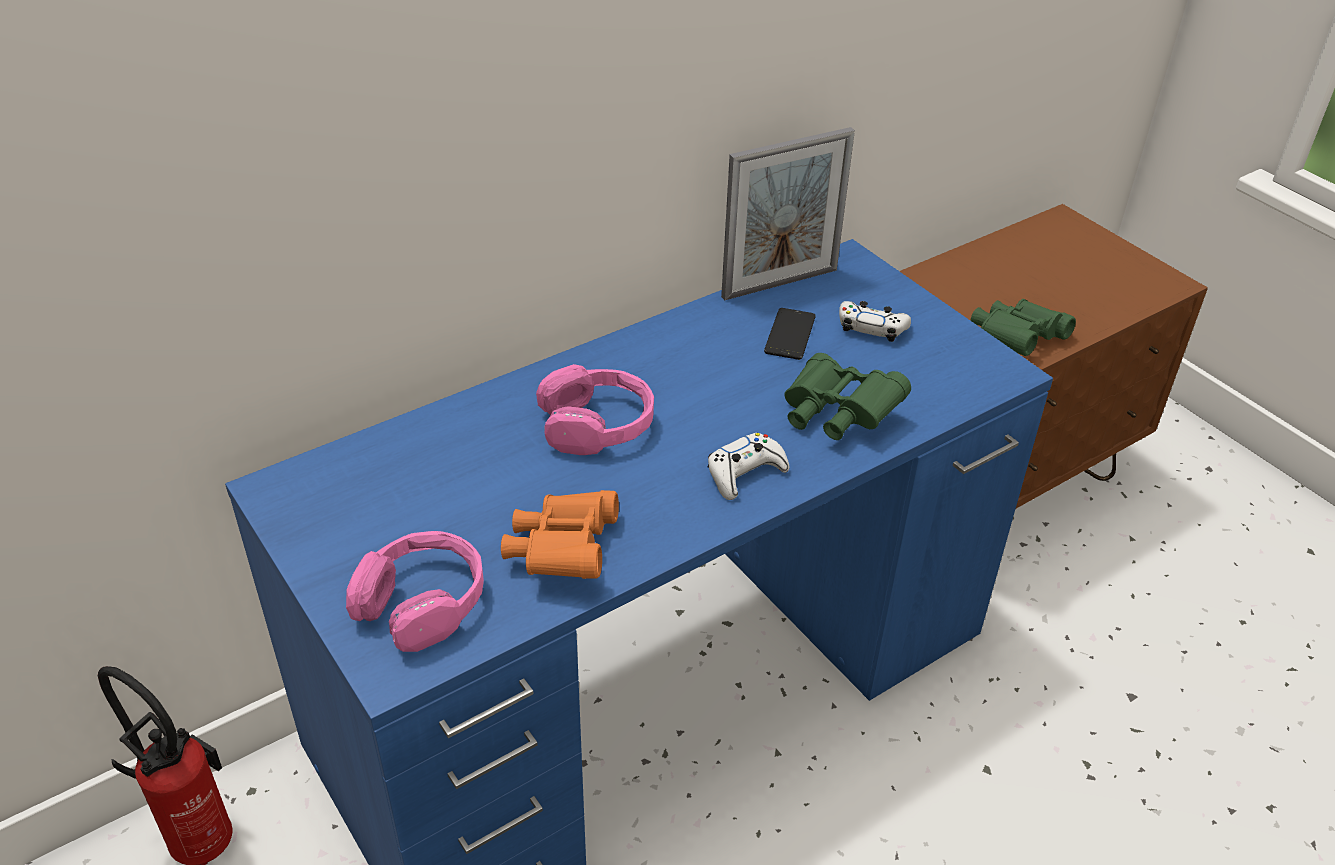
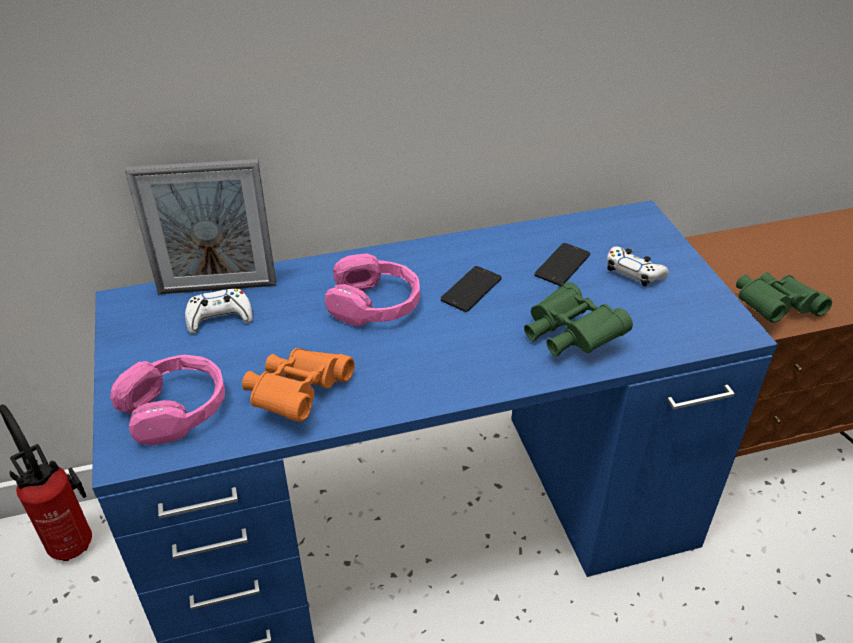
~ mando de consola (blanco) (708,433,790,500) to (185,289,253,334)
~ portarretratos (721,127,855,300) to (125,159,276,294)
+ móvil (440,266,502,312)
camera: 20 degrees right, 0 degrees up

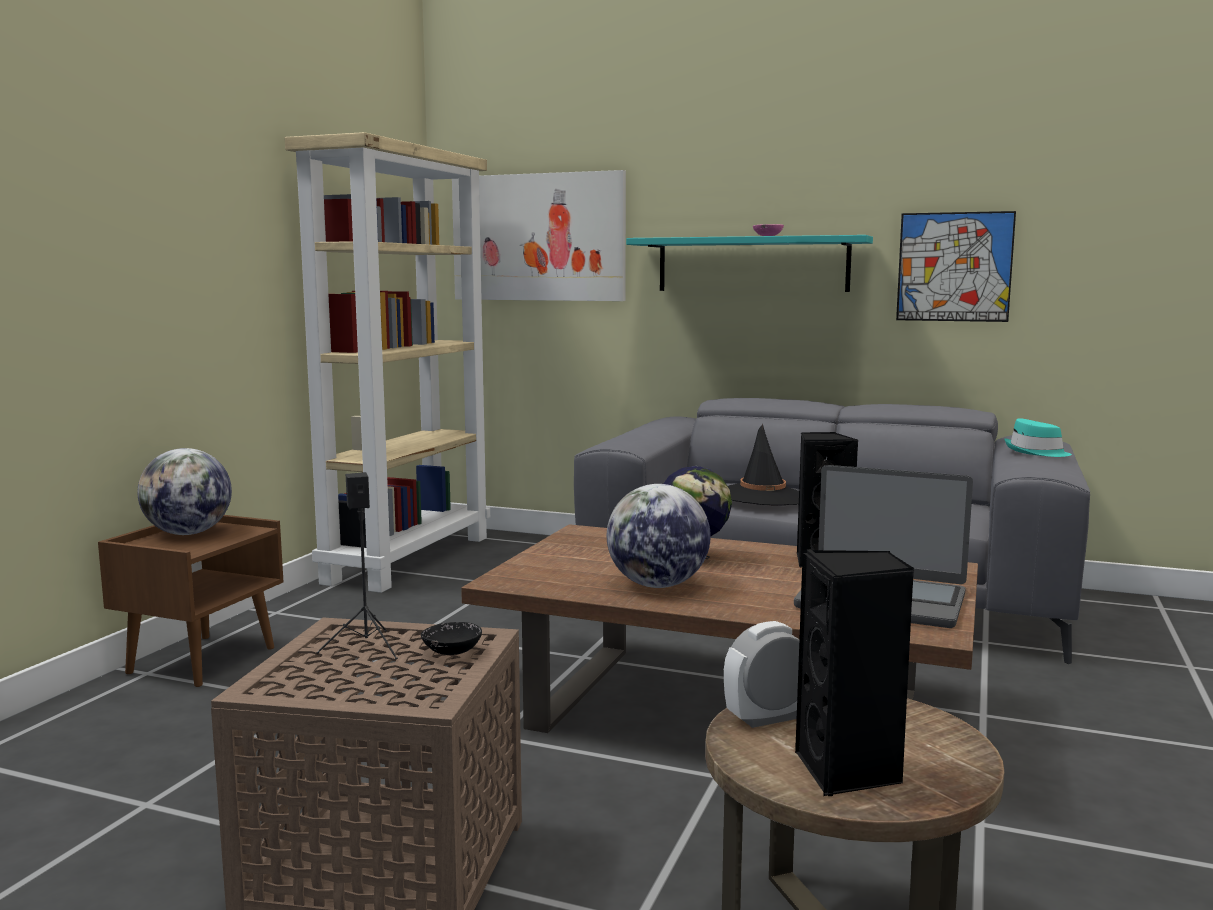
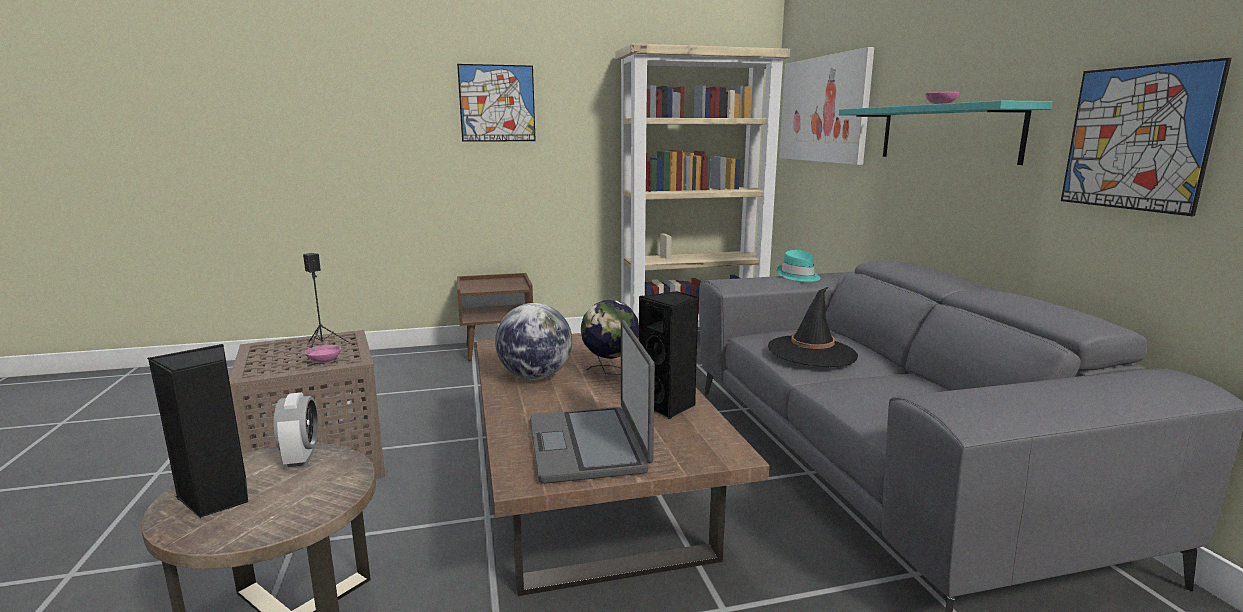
- globo terráqueo (137,448,232,535)
~ cuenco (negro) (421,622,482,655) to cuenco (rosa) (305,345,341,363)
~ despertador (724,621,799,728) = (273,393,318,467) 45 degrees clockwise
~ sombrero (turquesa) (1004,418,1072,457) to (777,250,821,282)
+ cuadro (457,64,536,142)
camera: 55 degrees right, 5 degrees up

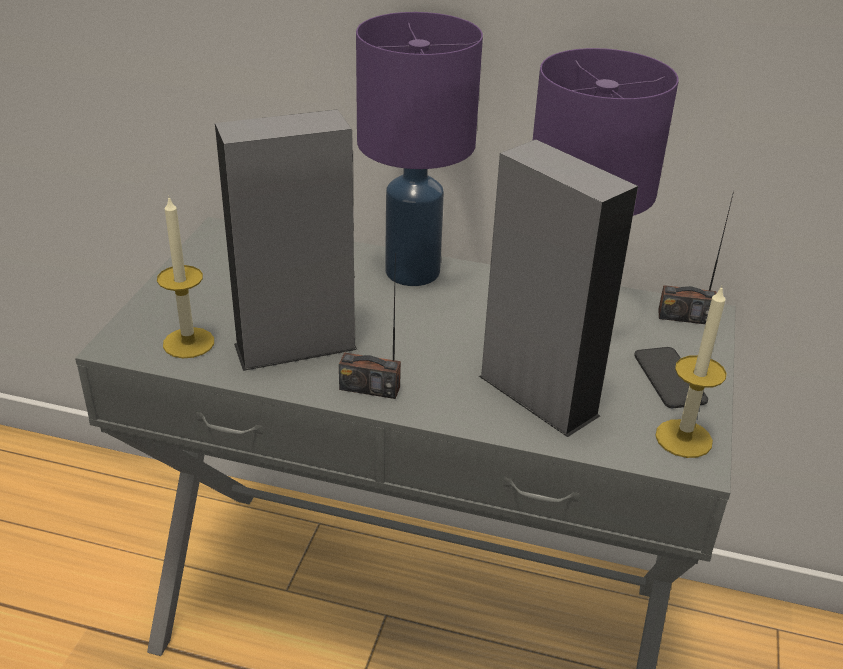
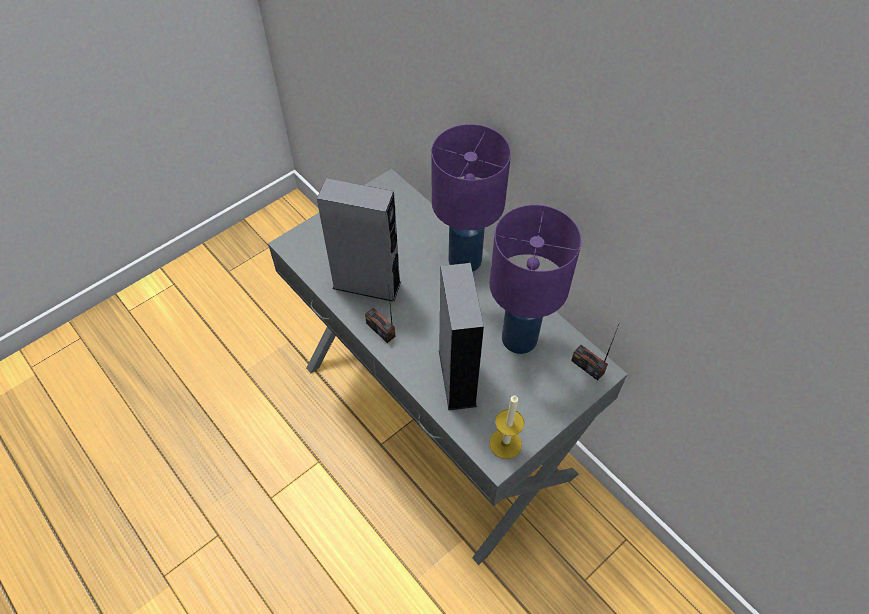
- vela (157,195,214,358)
- móvil (634,347,708,408)
camera: 35 degrees right, 20 degrees up

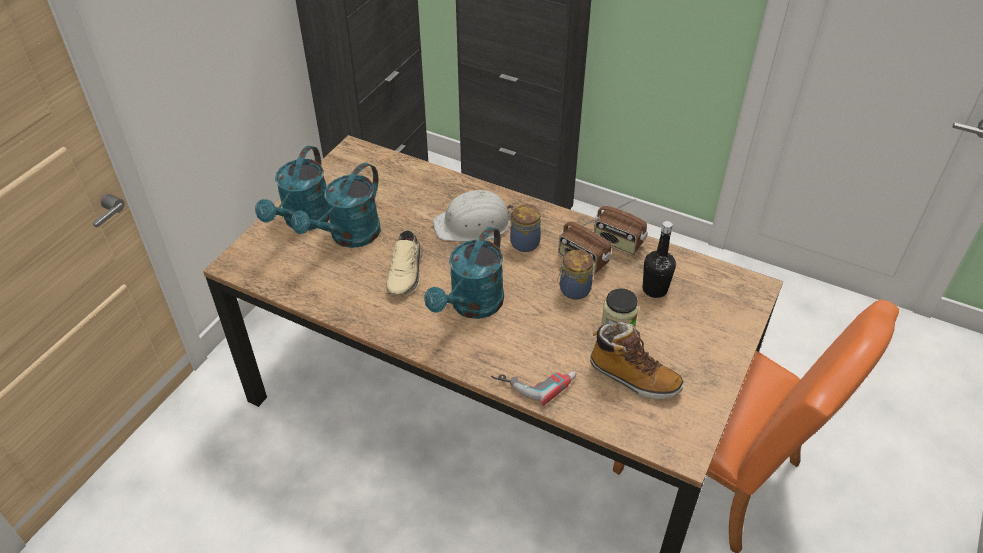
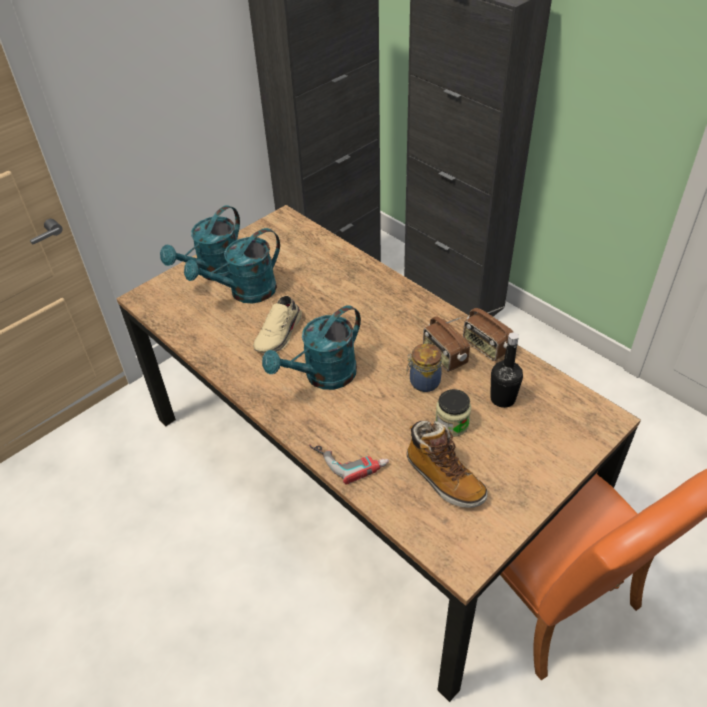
- casco (blanco) (433,190,514,242)
- tarro (510,204,541,252)
camera: 20 degrees right, 0 degrees up

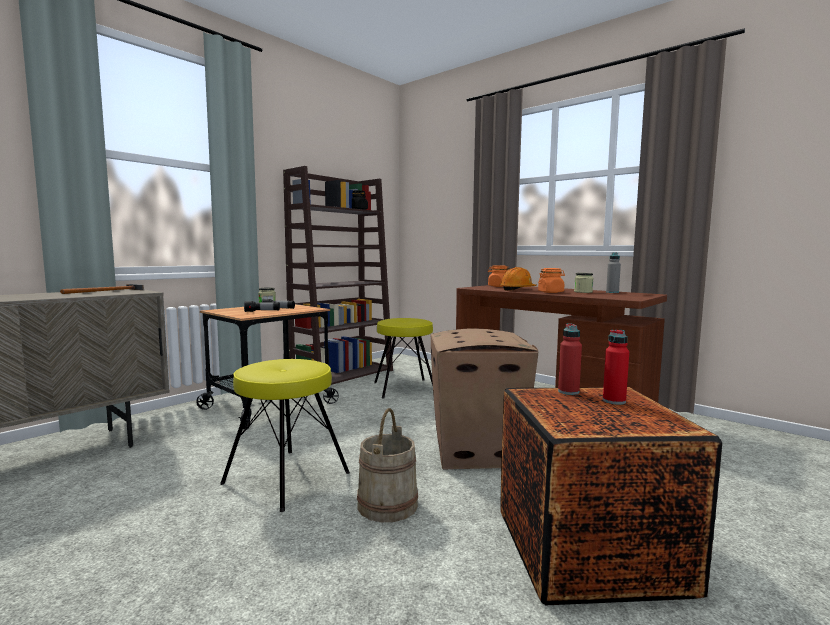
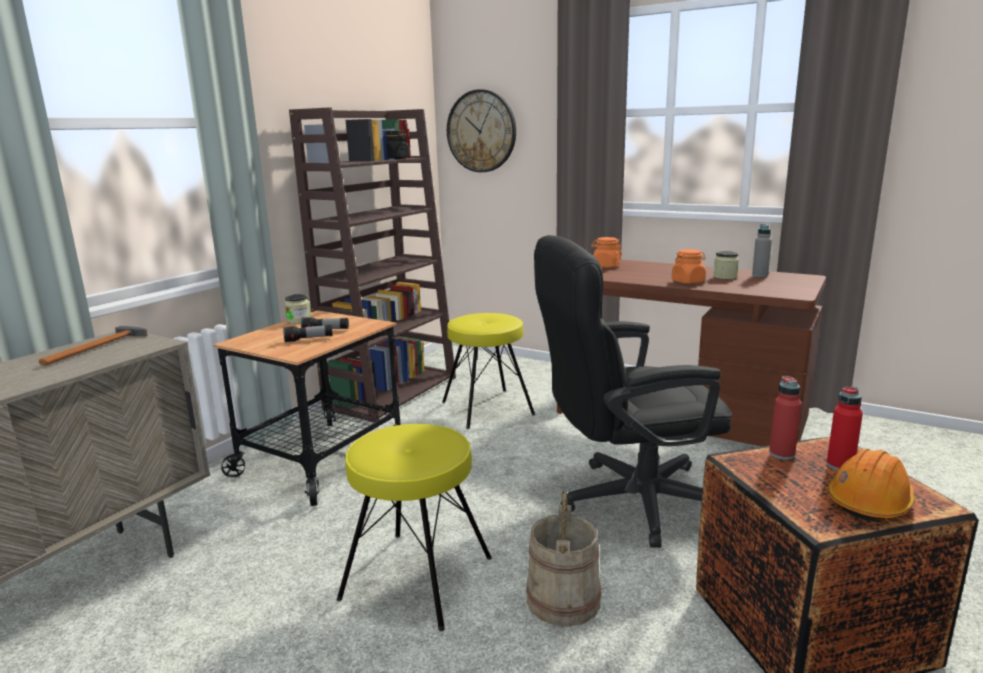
~ caja de cartón (431,328,538,469) to silla de oficina (negro) (534,235,733,548)
~ casco (naranja) (499,267,537,291) to (828,449,916,521)
+ reloj de pared (447,89,516,173)
camera: 10 degrees left, 10 degrees up

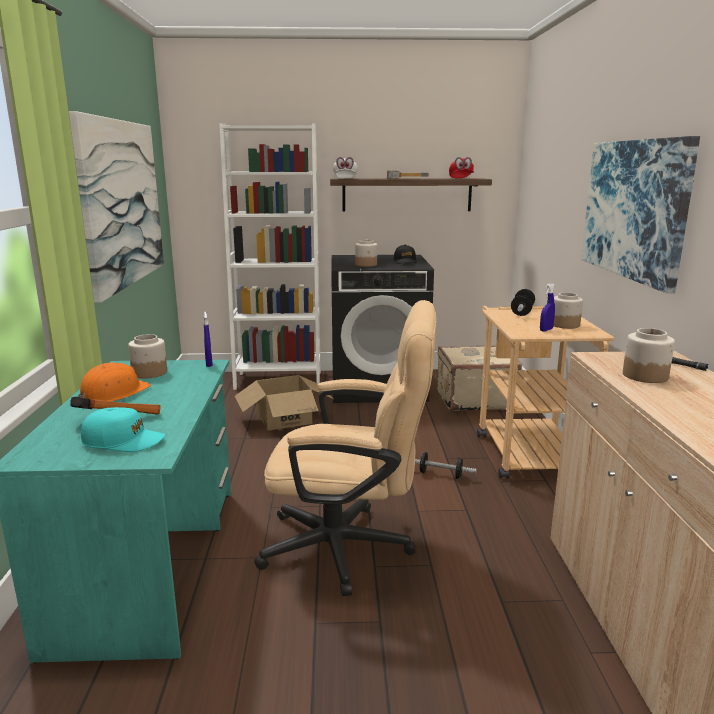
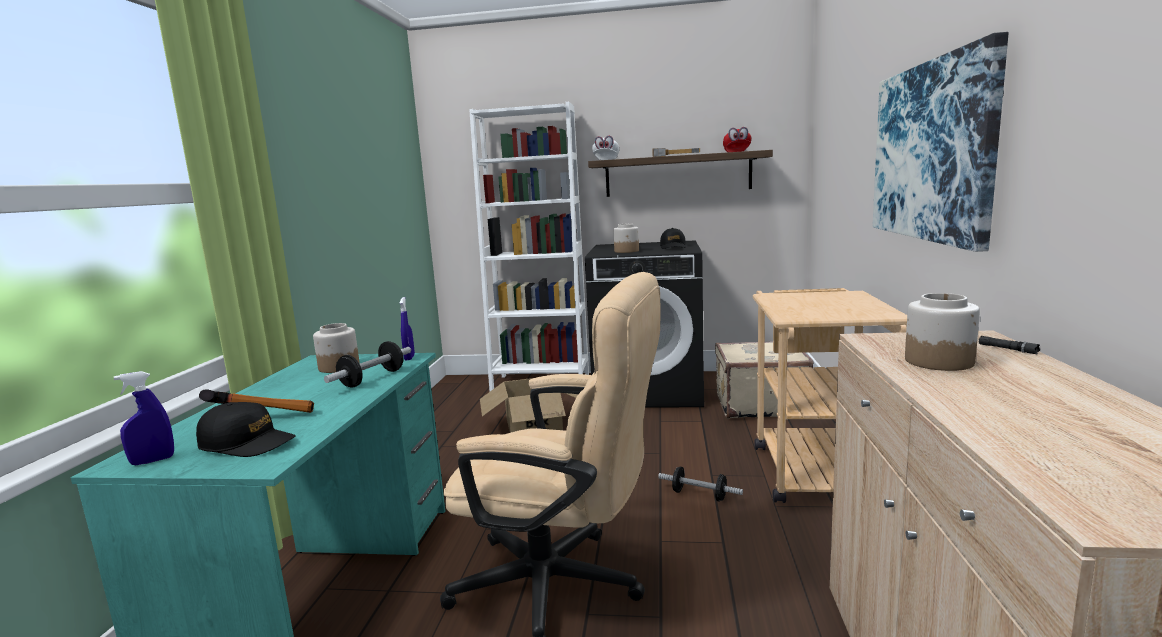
- cuadro (69,111,164,303)
- casco (naranja) (78,363,151,402)
~ gorra (turquesa) (81,407,165,452) to gorra (negro) (196,402,296,457)
~ mancuerna (511,289,535,316) to (324,341,411,387)
~ pulverizador (azul) (540,283,555,332) to (114,371,174,465)
- tarro (553,292,583,329)
camera: 10 degrees right, 5 degrees down

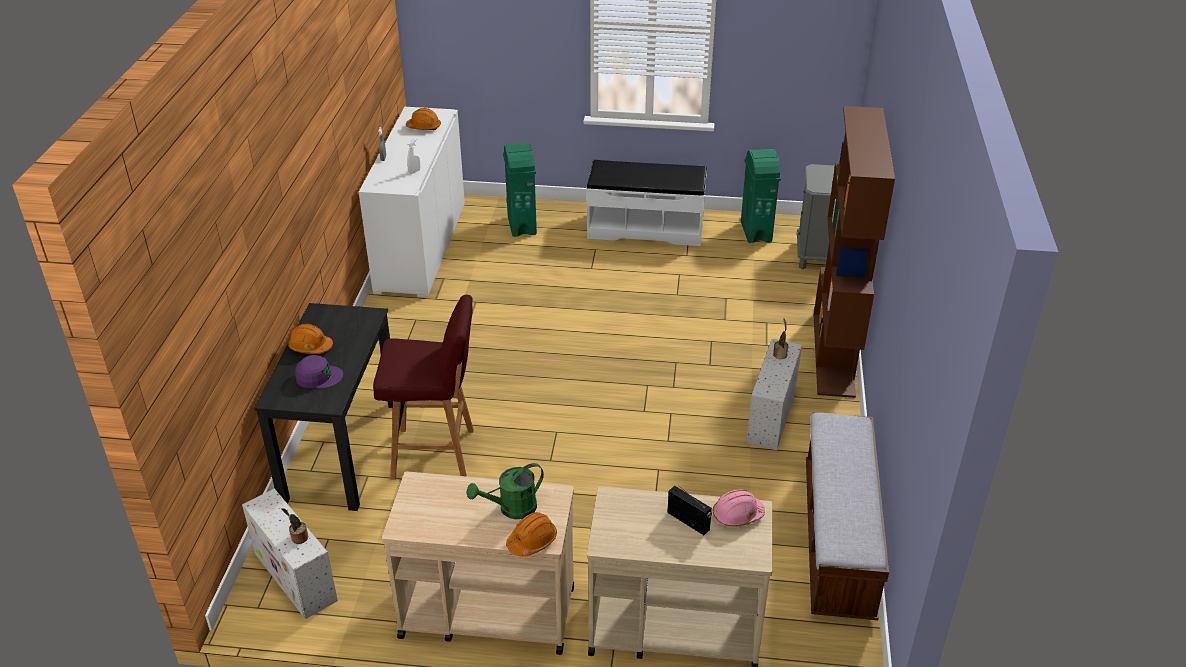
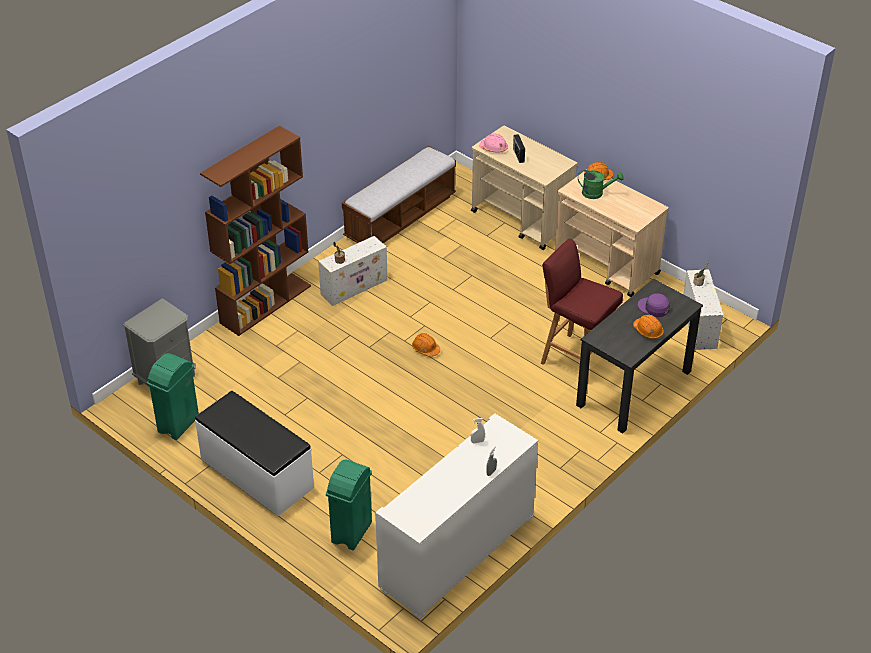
~ casco (naranja) (406,108,441,130) to (412,333,440,357)
camera: 145 degrees left, 5 degrees up

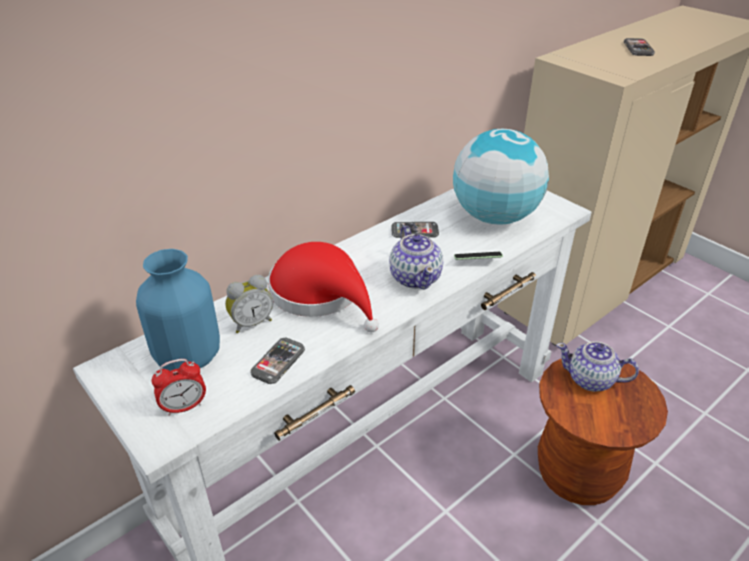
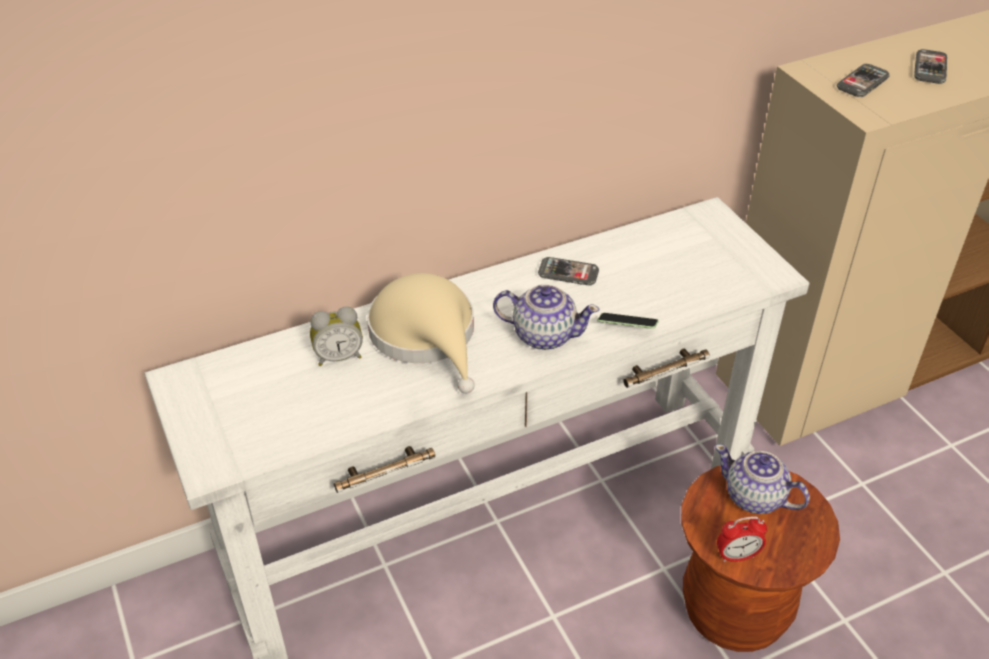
- florero (azul) (136,249,220,371)
~ despertador (151,359,206,416) to (717,516,767,562)
~ móvil (250,338,305,384) to (837,64,890,97)
~ sombrero (rojo) (268,242,379,332) to sombrero (beis) (367,273,475,394)
~ tetera (389,226,443,290) = (493,285,599,350) 75 degrees counterclockwise
- globo terráqueo (453,129,549,225)
camera: 15 degrees right, 5 degrees up

